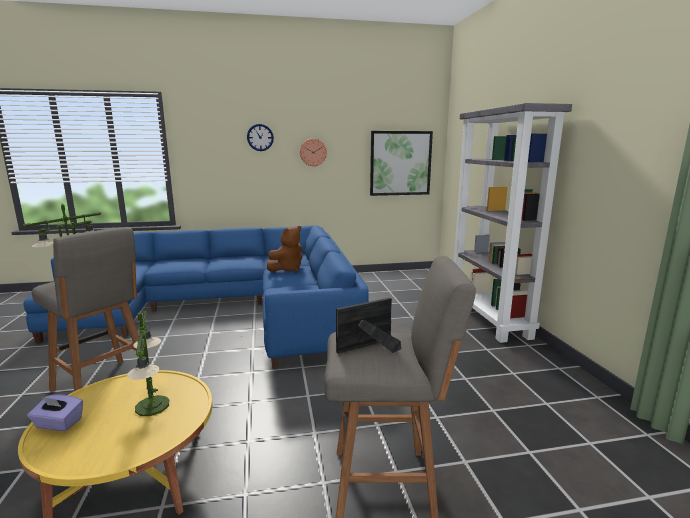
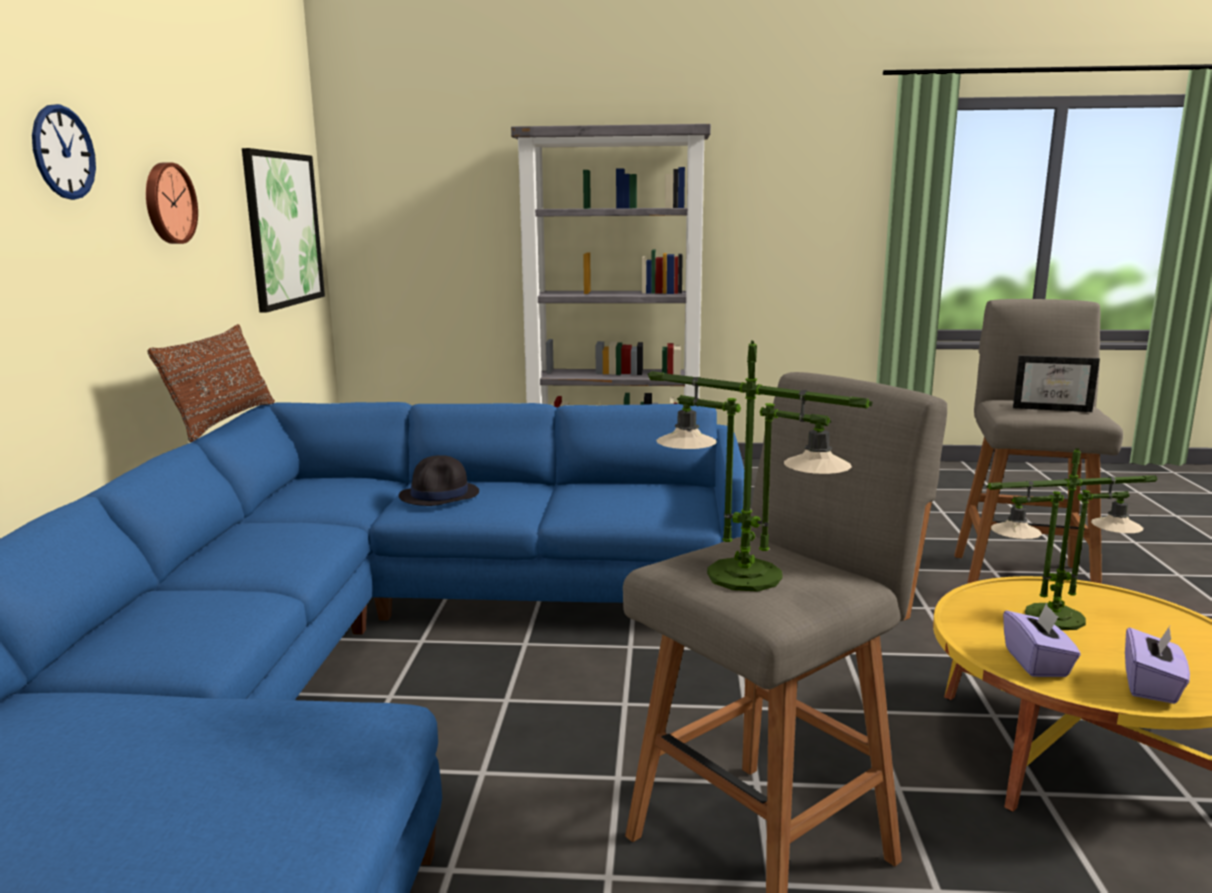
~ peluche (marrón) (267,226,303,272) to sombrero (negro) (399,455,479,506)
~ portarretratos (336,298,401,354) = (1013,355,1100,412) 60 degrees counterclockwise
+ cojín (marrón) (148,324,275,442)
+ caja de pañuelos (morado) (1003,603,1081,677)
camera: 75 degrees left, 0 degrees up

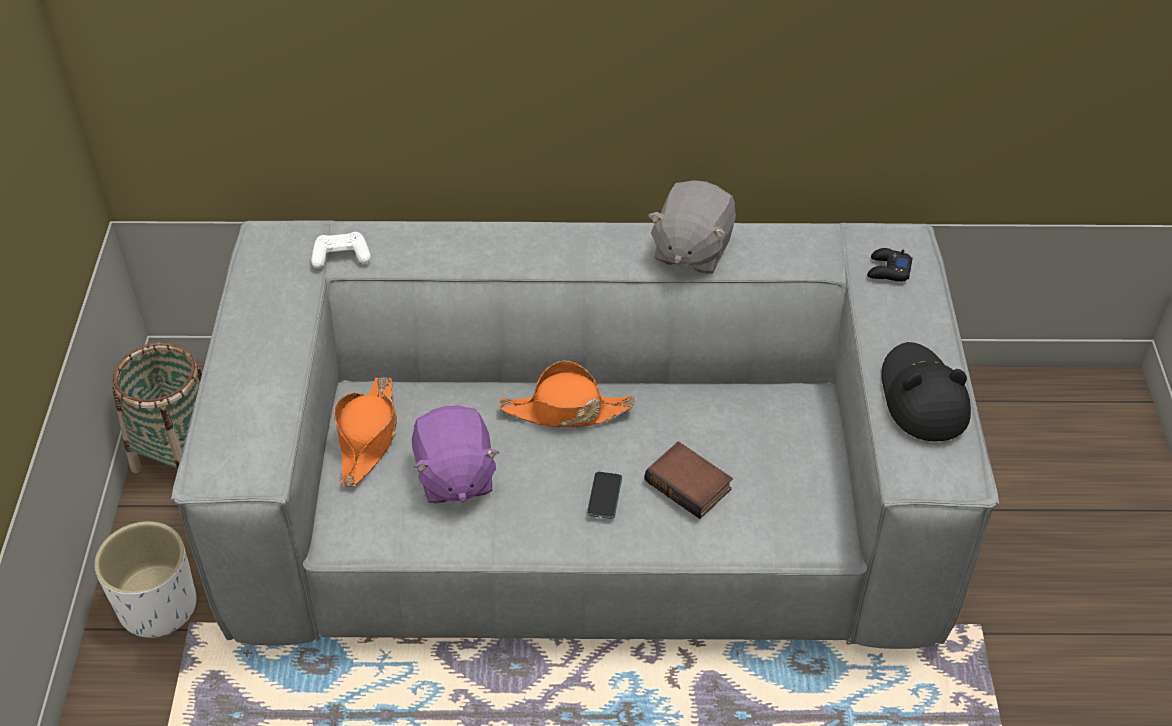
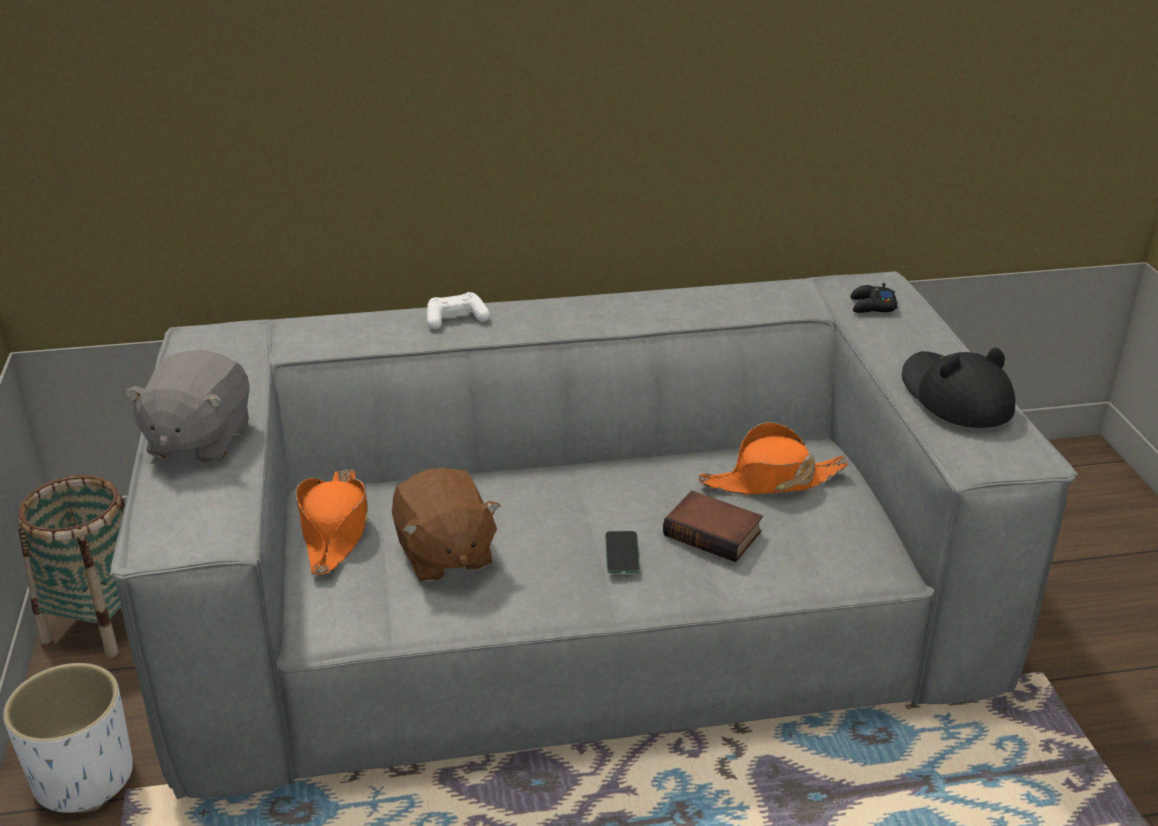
~ mando de consola (blanco) (311,232,371,268) to (427,292,490,329)
~ peluche (morado) (412,405,499,504) to peluche (marrón) (392,468,501,583)
~ sombrero (naranja) (499,361,635,427) to (698,422,849,495)
~ peluche (gris) (648,180,736,274) to (124,350,250,463)
camera: 10 degrees left, 15 degrees down

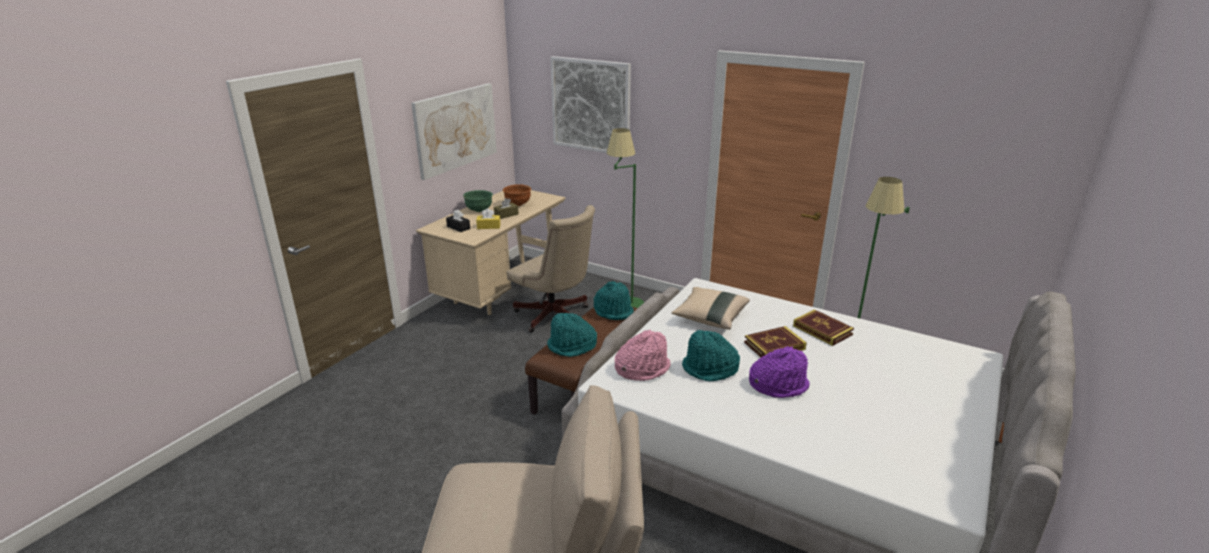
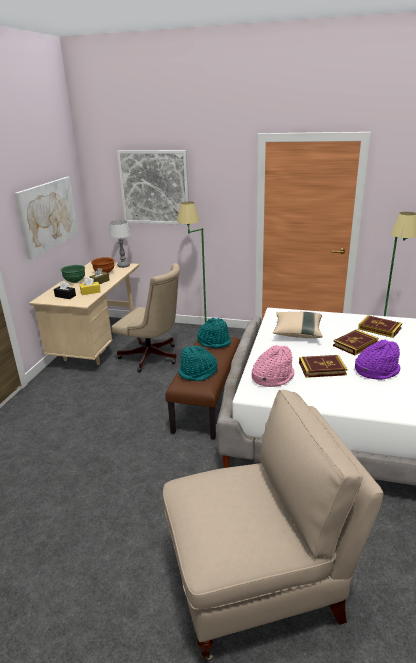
~ sombrero (turquesa) (682,330,740,381) to libro (299,355,347,378)
+ lámpara de mesa (109,220,131,268)
camera: 15 degrees left, 0 degrees up

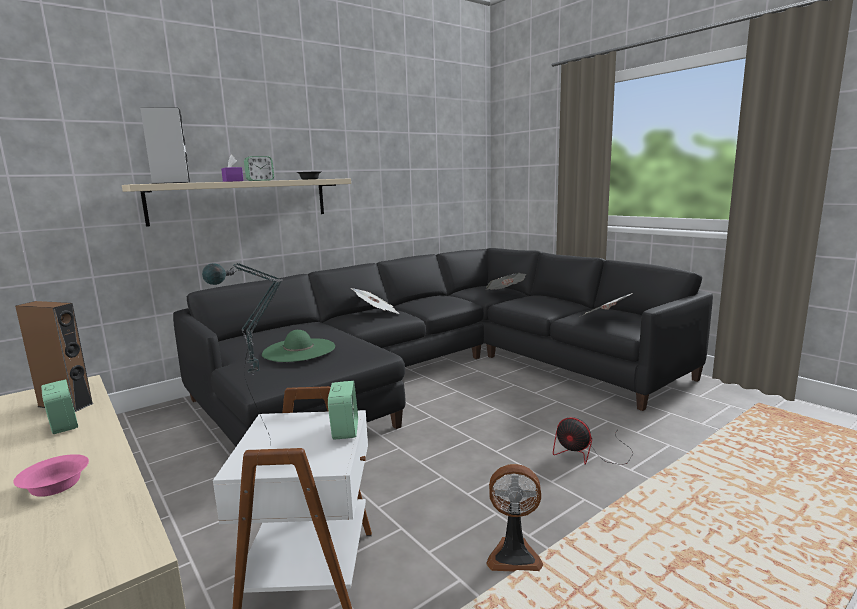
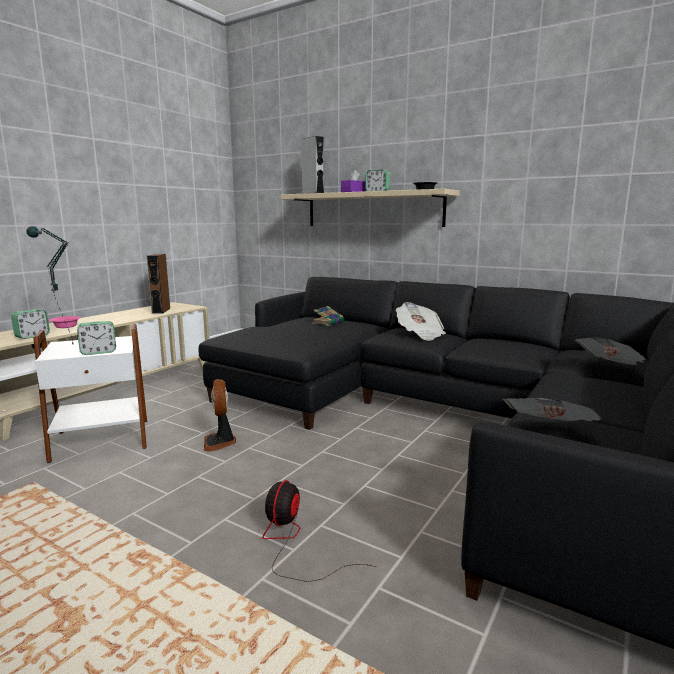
~ despertador (41,379,78,434) to (11,309,50,339)
- sombrero (verde) (262,330,335,362)
~ ventilador (486,464,543,572) to (204,379,236,452)
+ libro (312,306,344,326)
camera: 70 degrees right, 0 degrees up

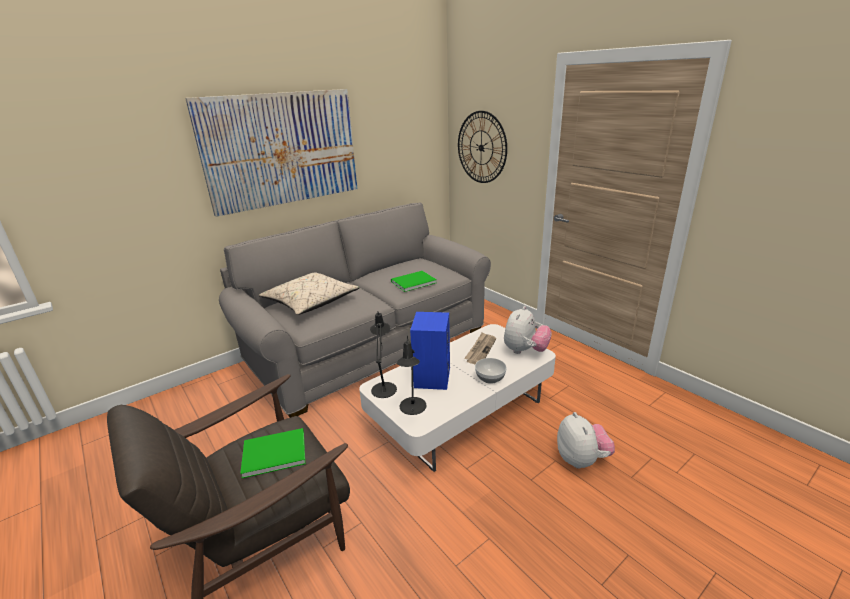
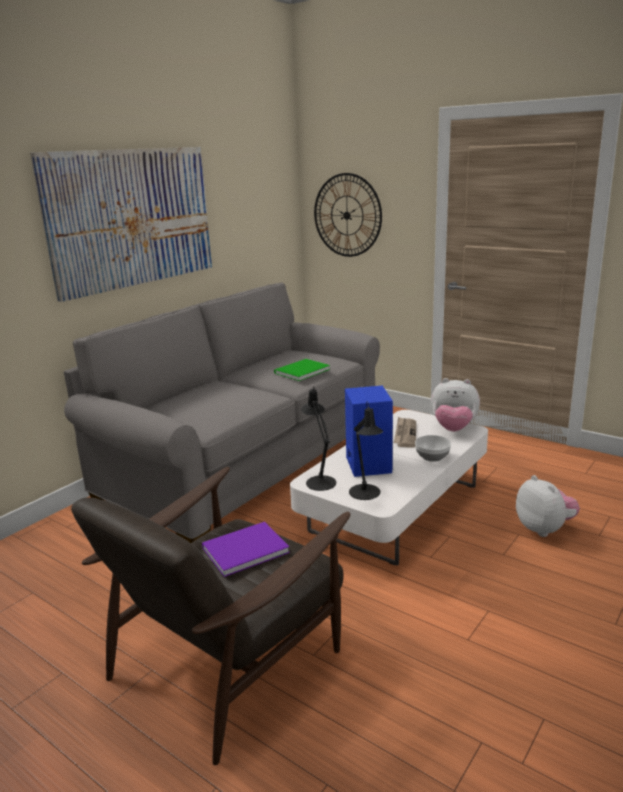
~ libro (verde) (240,428,305,478) to libro (morado) (202,522,290,577)
- cojín (beis) (259,272,360,315)
~ peluche (504,306,552,354) = (431,378,480,431) 90 degrees clockwise
camera: 15 degrees left, 5 degrees down

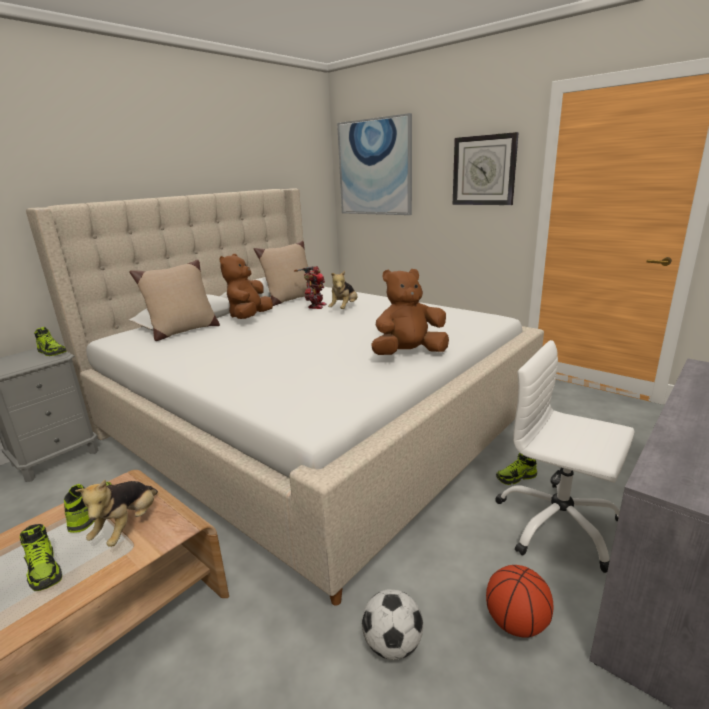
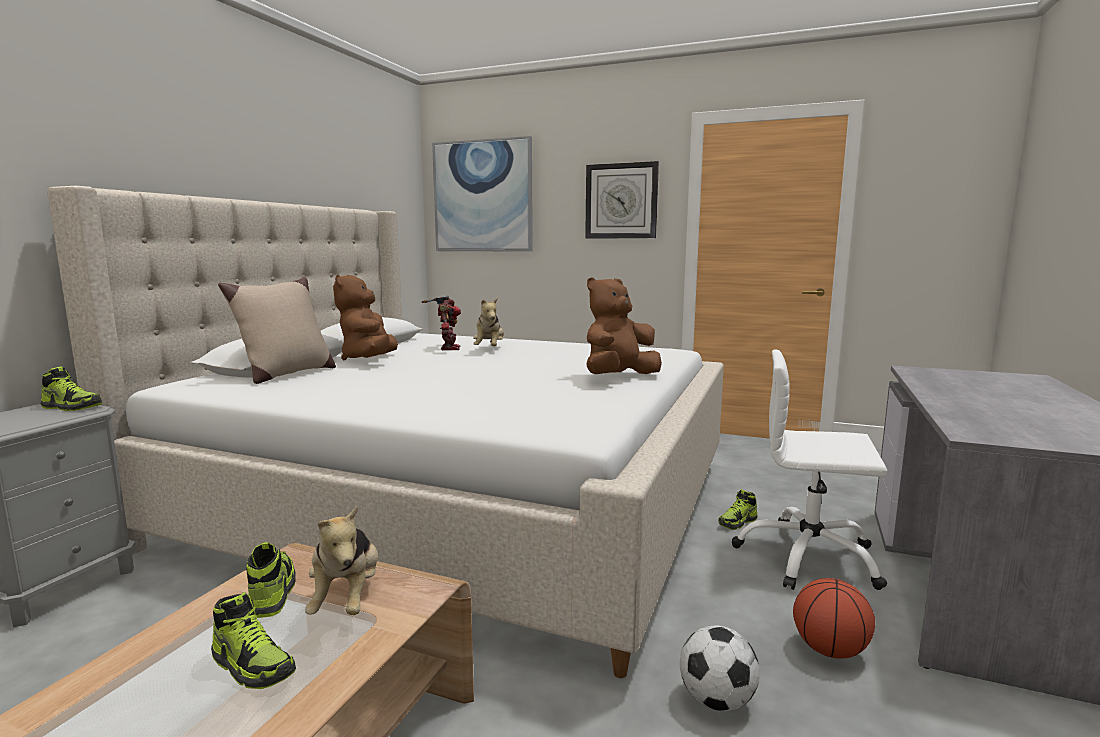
- cojín (beis) (254,241,318,306)
camera: 20 degrees left, 10 degrees down

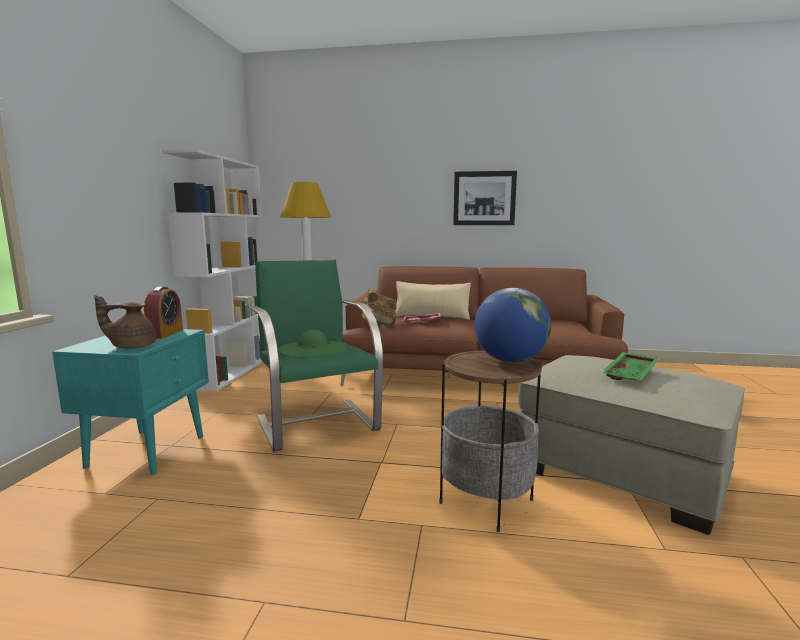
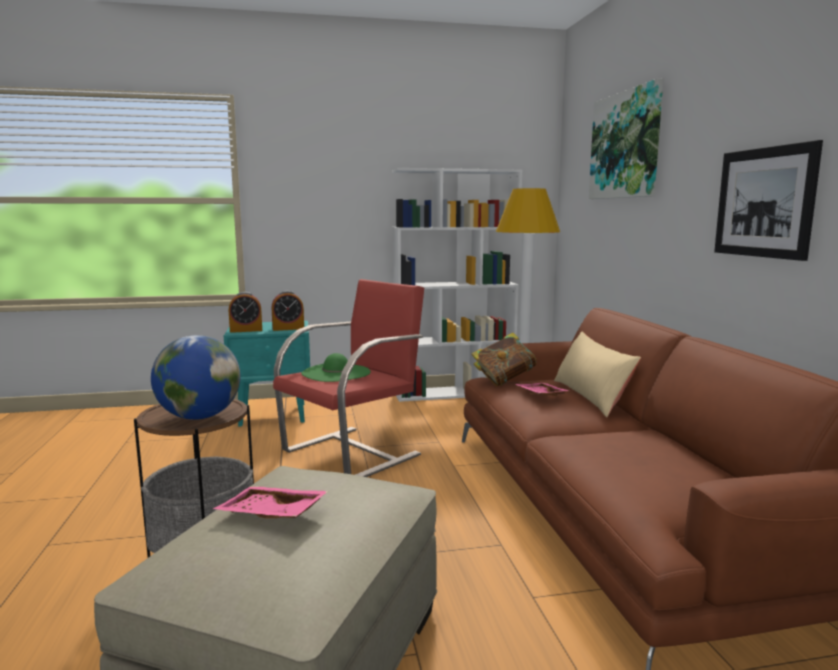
~ tetera (marrón) (94,295,156,348) to despertador (229,292,262,333)
~ sillón (verde) (249,259,383,452) to sillón (rojo) (273,279,424,477)
~ bandeja (verde) (601,352,660,380) to bandeja (rosa) (213,486,329,518)
+ cuadro (589,78,663,199)
camera: 70 degrees right, 0 degrees up

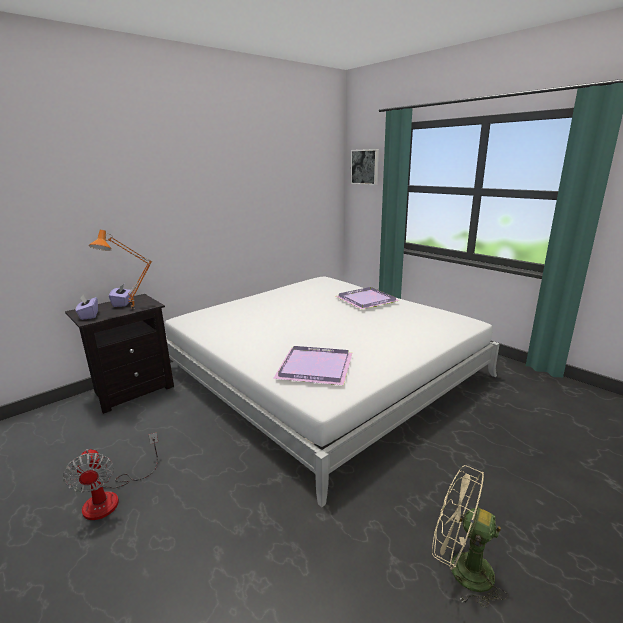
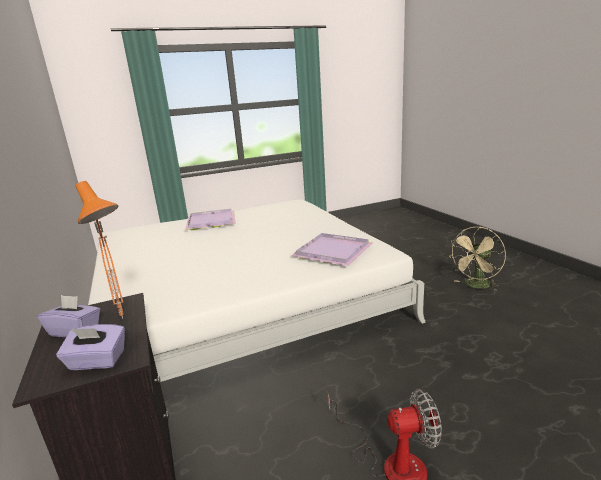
- cuadro (351,149,379,185)
camera: 70 degrees left, 0 degrees up

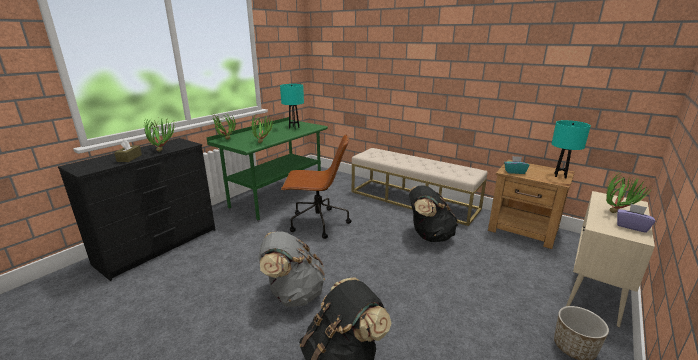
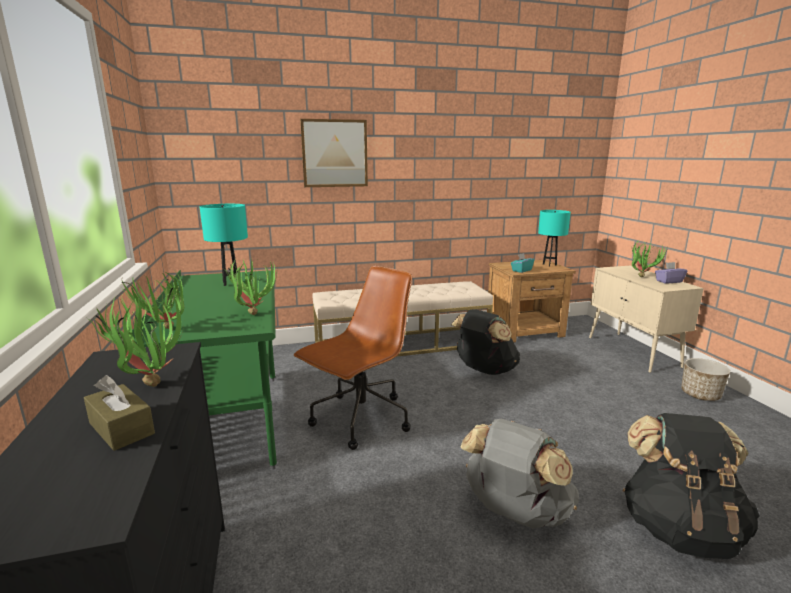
+ cuadro (300,119,368,187)
camera: 50 degrees left, 5 degrees down

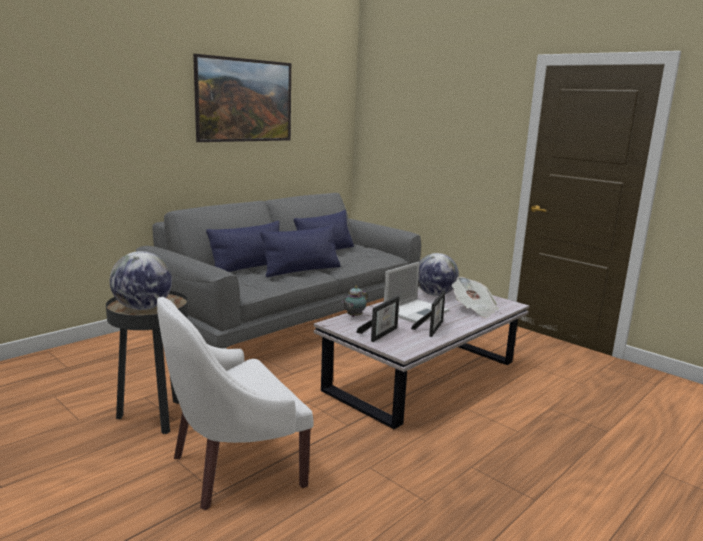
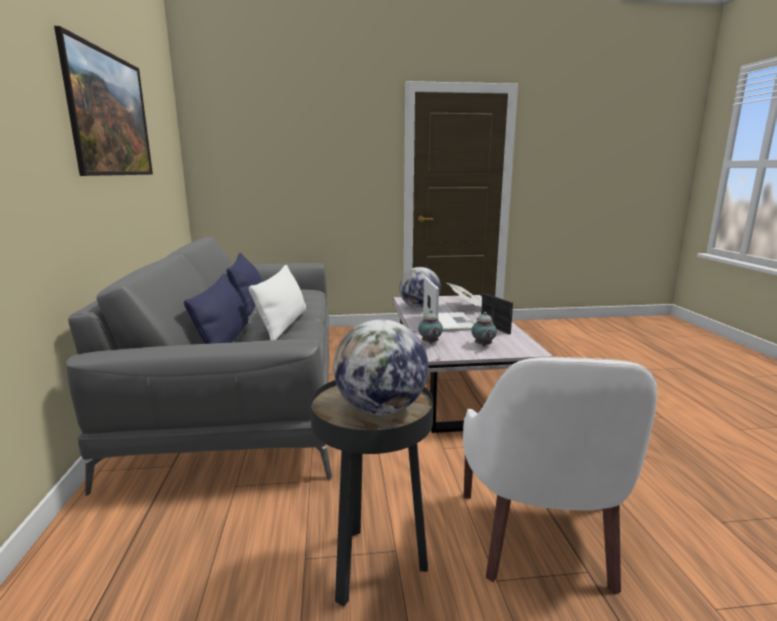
~ cojín (azul) (260,225,341,277) to cojín (blanco) (249,265,306,340)
~ portarretratos (356,296,399,342) to tetera (471,312,497,347)
camera: 50 degrees left, 0 degrees up

